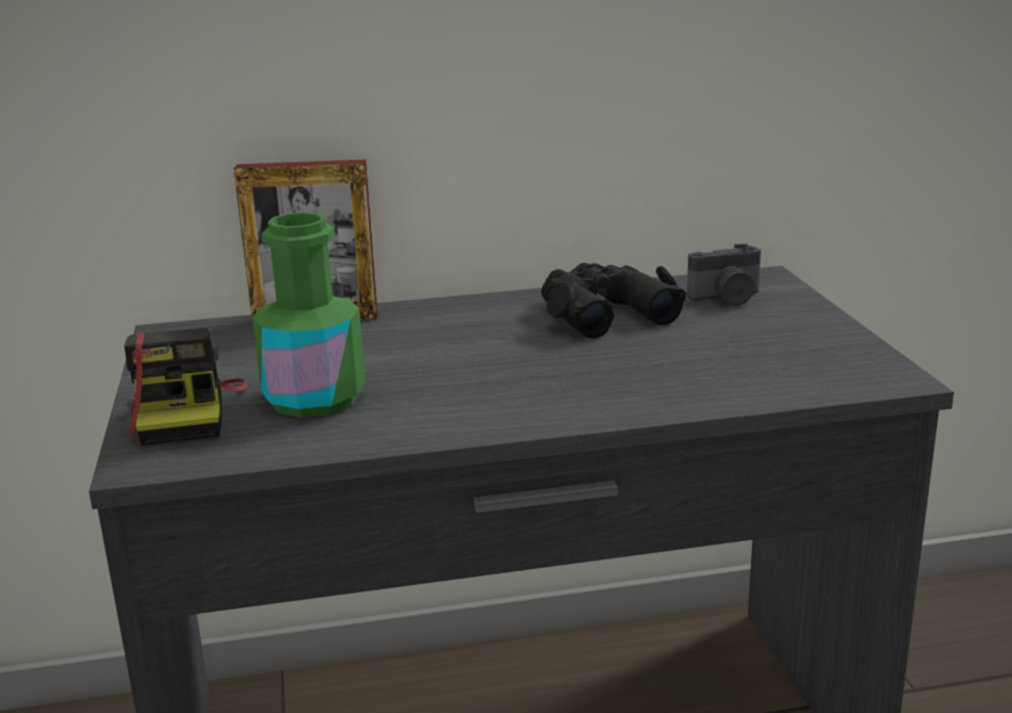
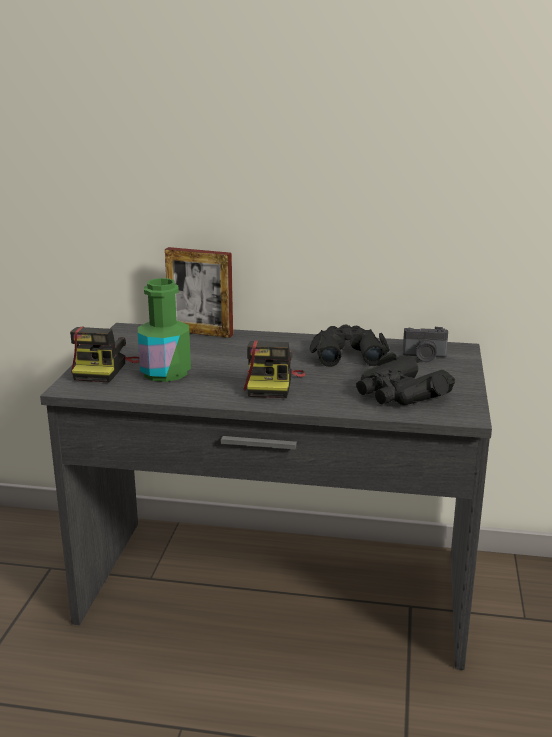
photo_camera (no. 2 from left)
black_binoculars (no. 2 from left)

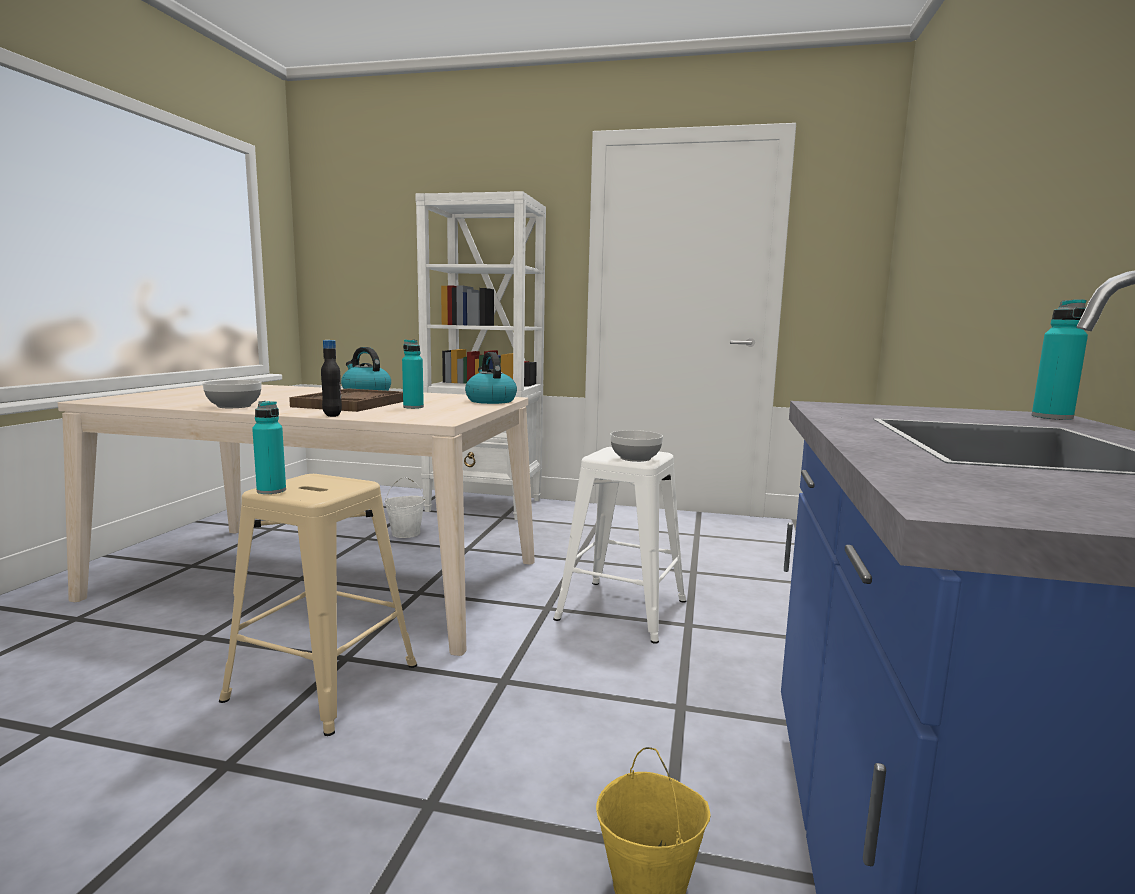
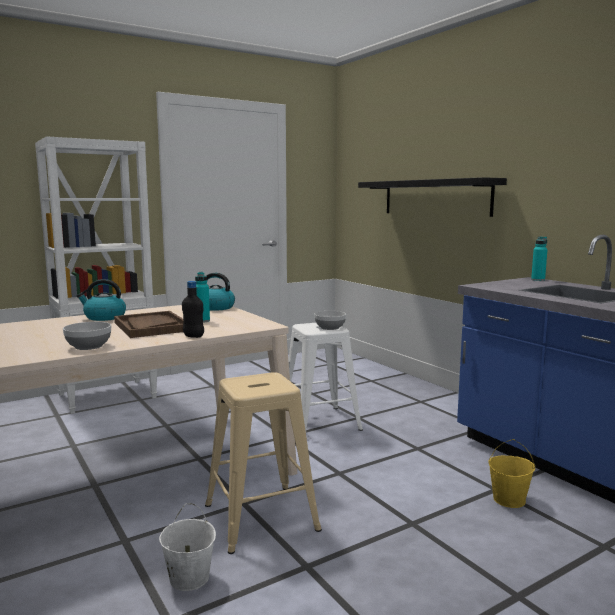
turquoise_bottle (no. 1 from left in the first image)
white_bucket
black_shelf

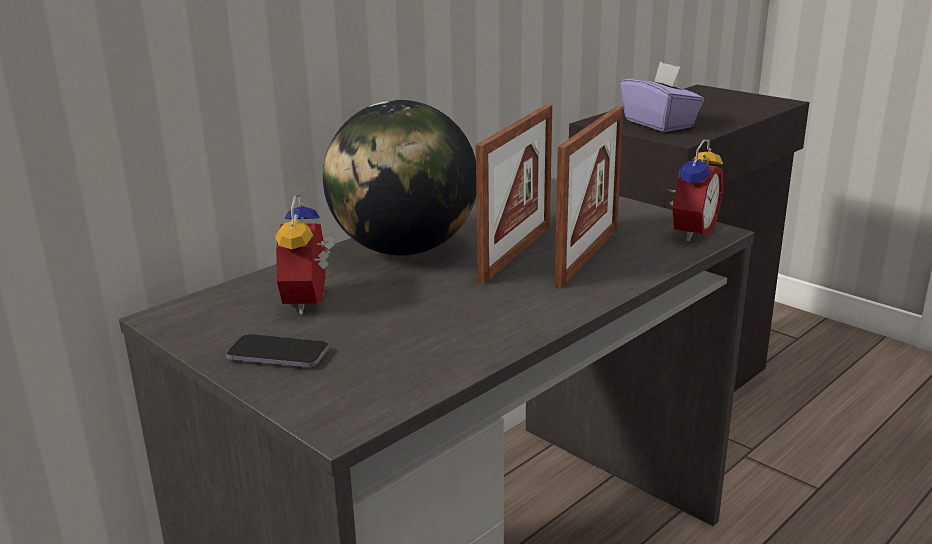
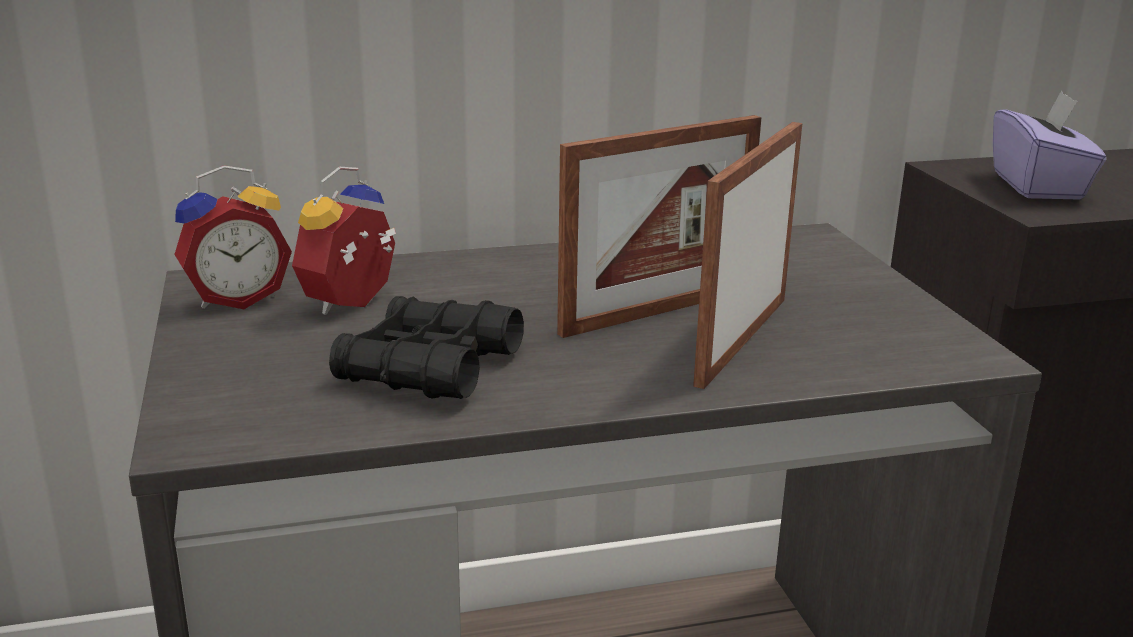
phone
globe
picture_frame (no. 2 from left)
alarm_clock (no. 1 from left)
black_binoculars

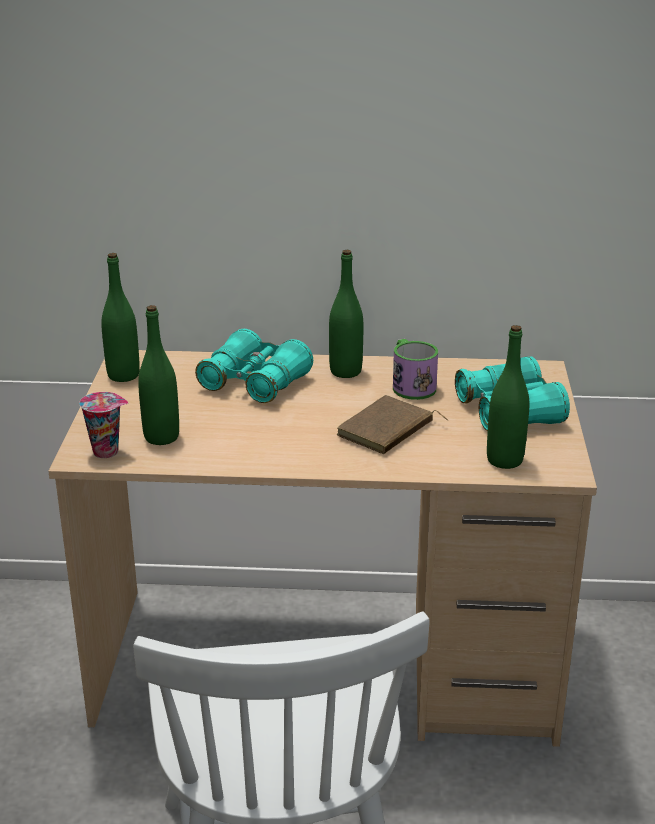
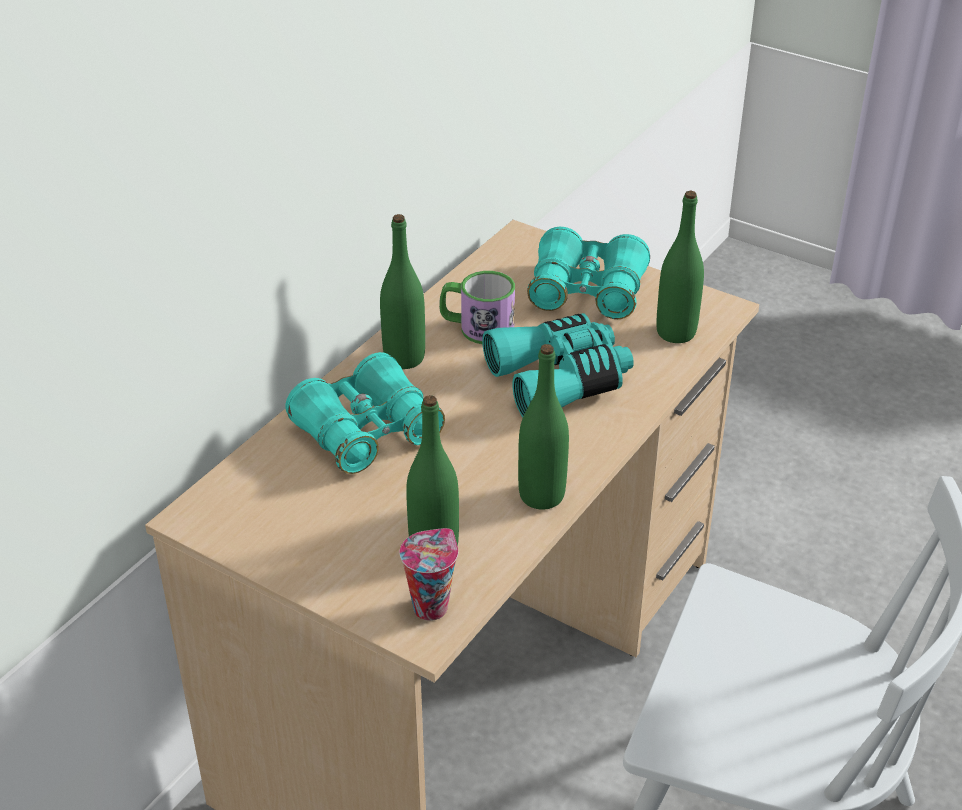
green_bottle (no. 3 from left)
turquoise_binoculars (no. 2 from left)

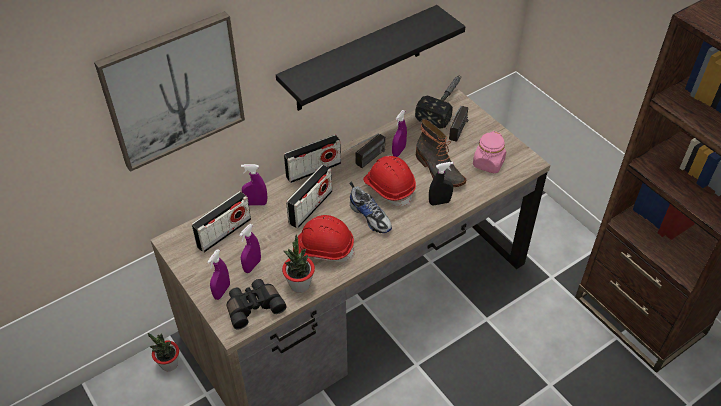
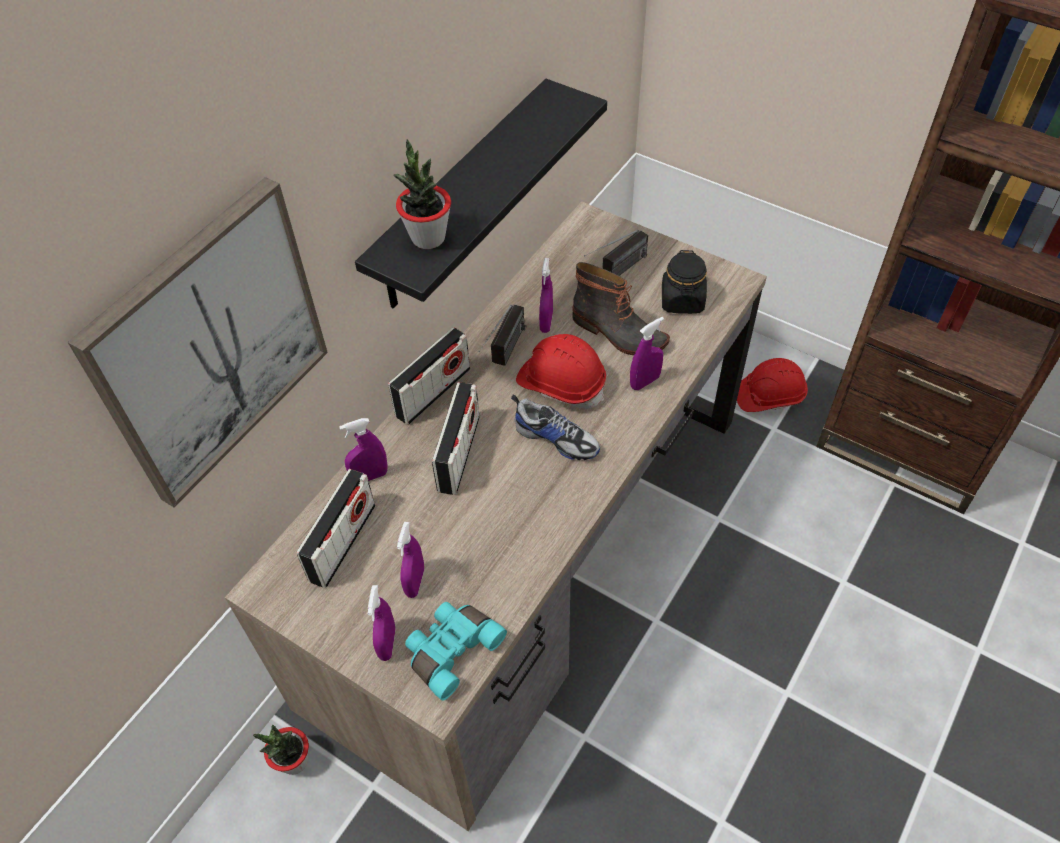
turquoise_binoculars
potted_plant (no. 2 from left)
red_hard_hat (no. 2 from left)
hammer
purple_spray_bottle (no. 5 from left)
radio (no. 5 from left)
black_jar

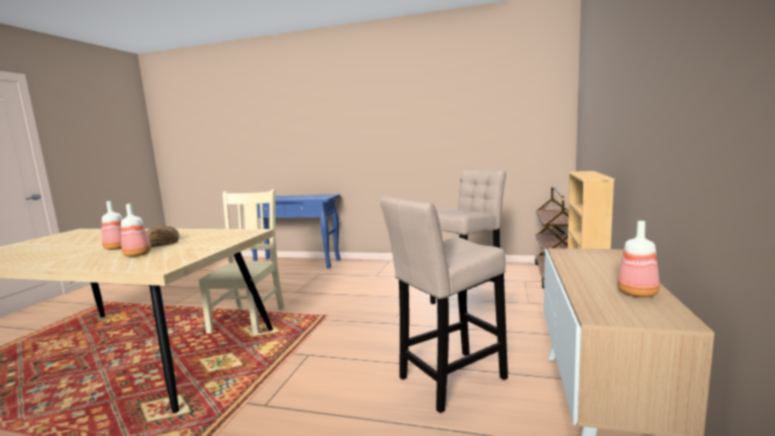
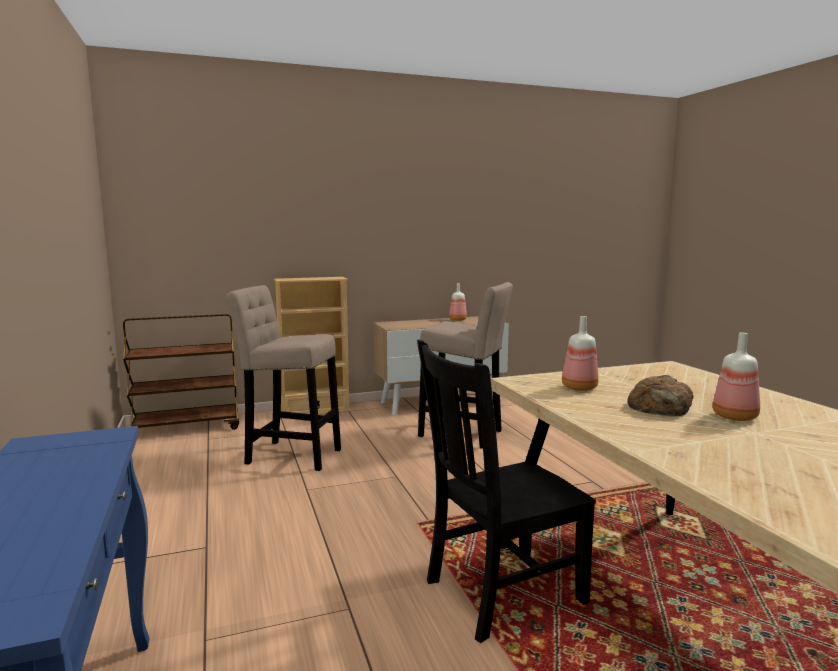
bottle (no. 2 from left)
black_chair

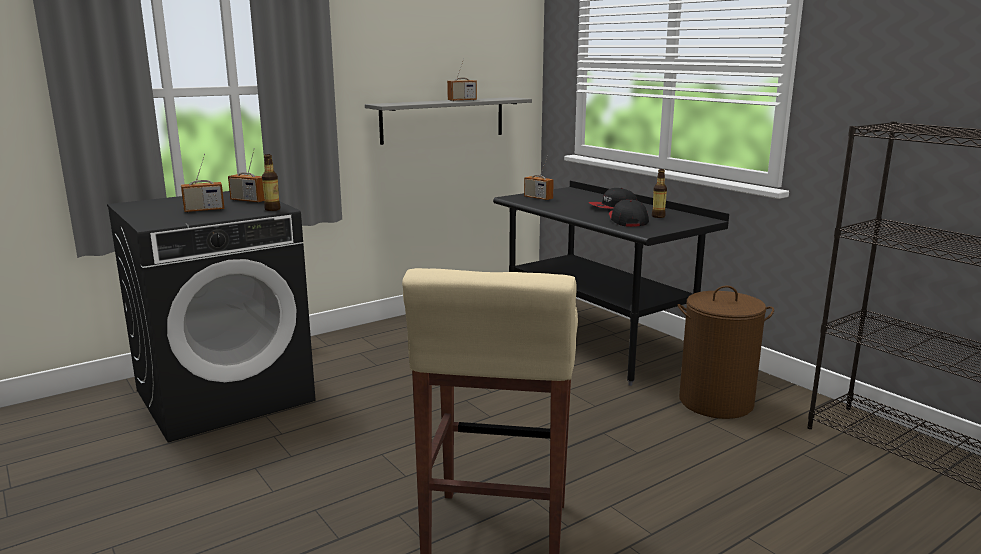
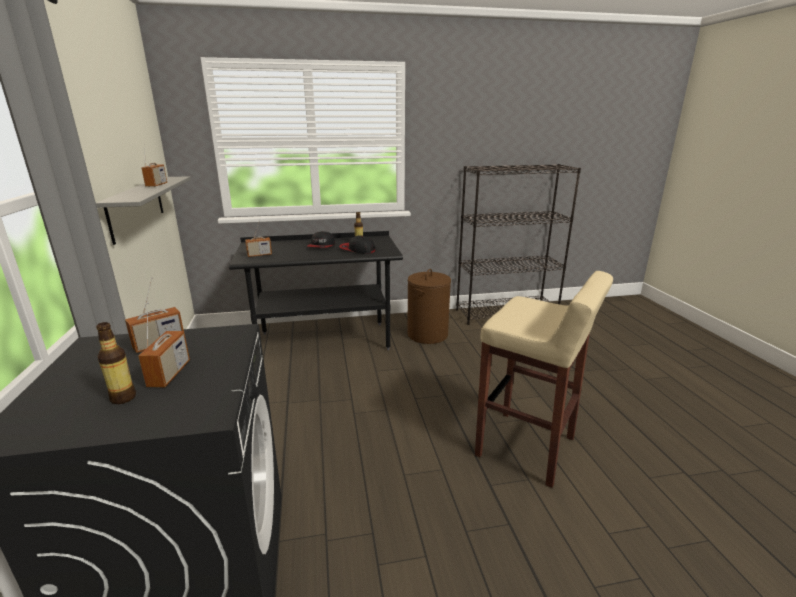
bottle (no. 1 from left)

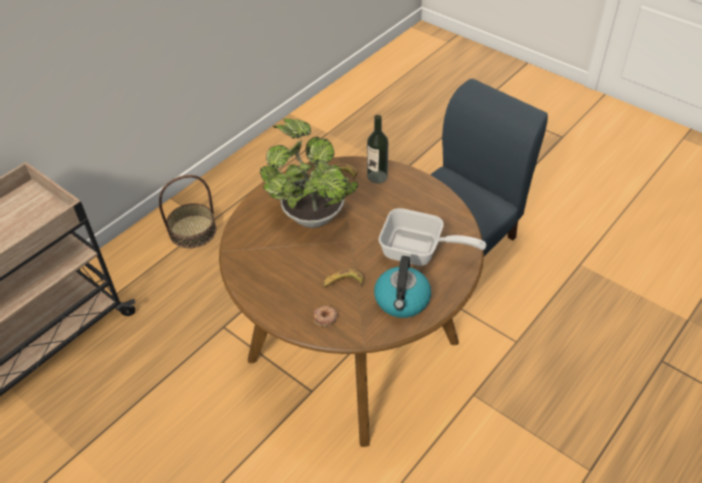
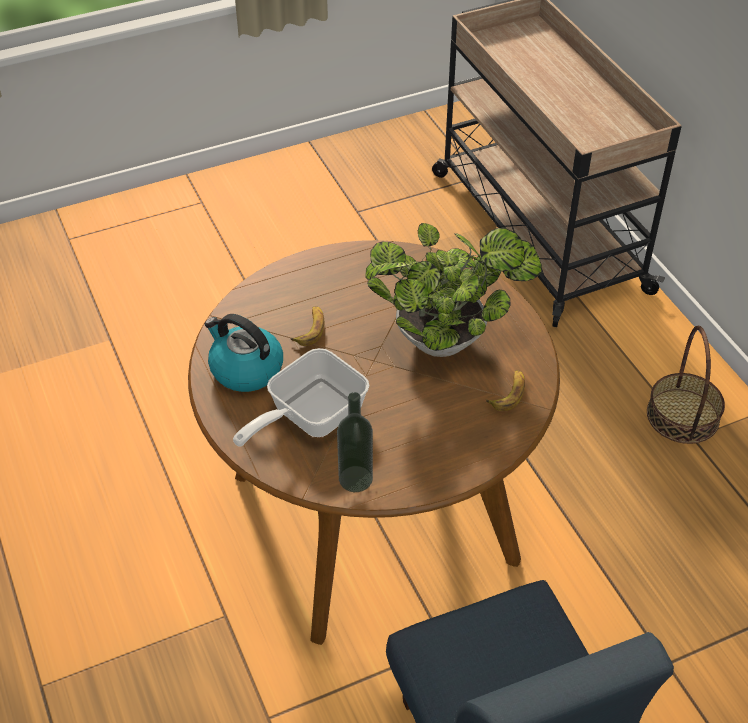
donut
bottle

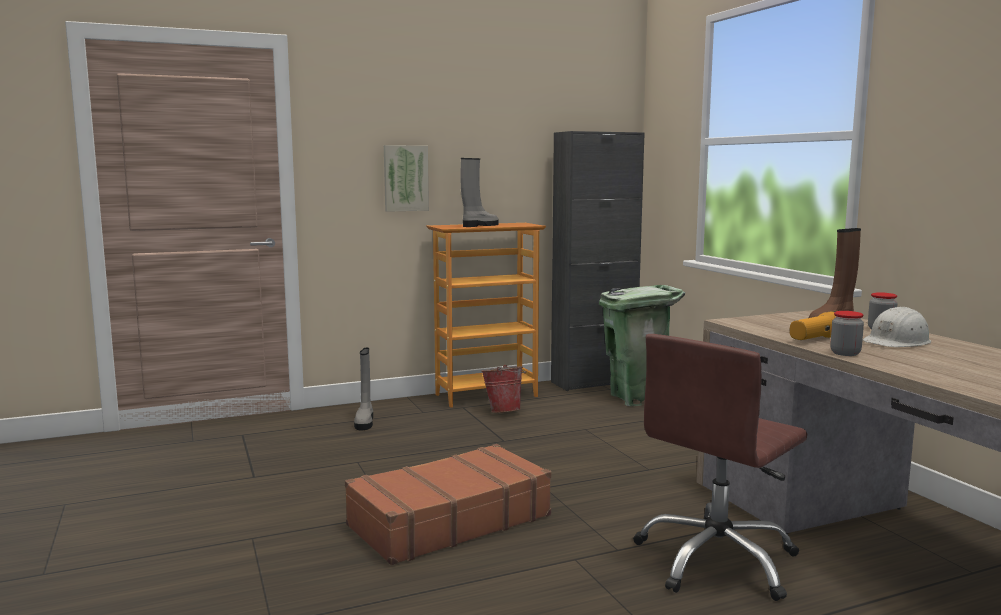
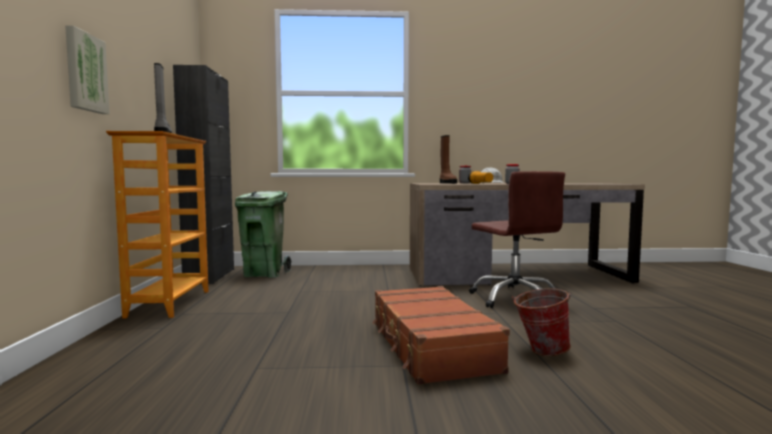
grey_boot (no. 1 from left in the first image)
bucket

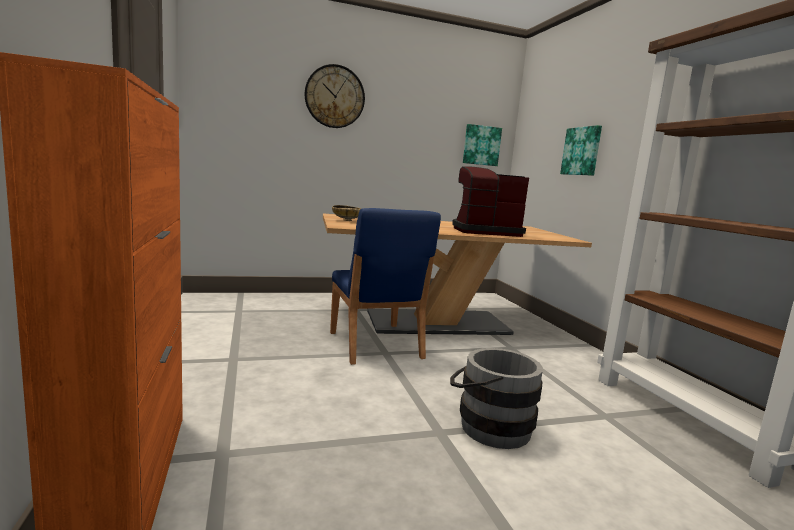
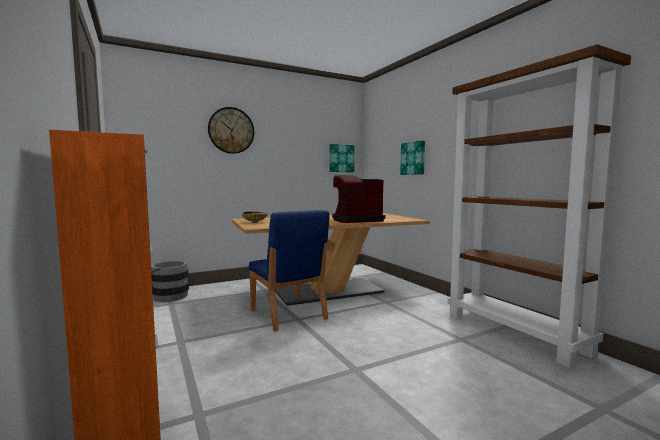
grey_bucket

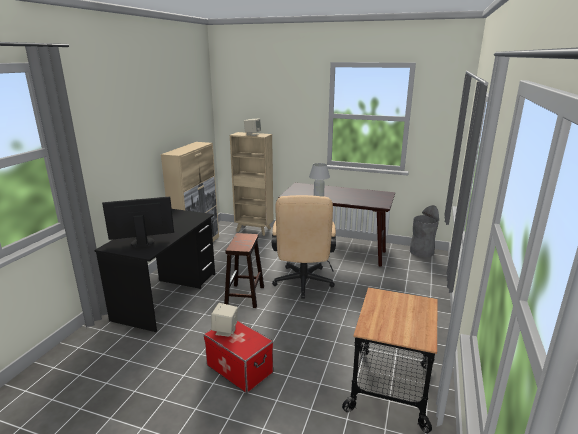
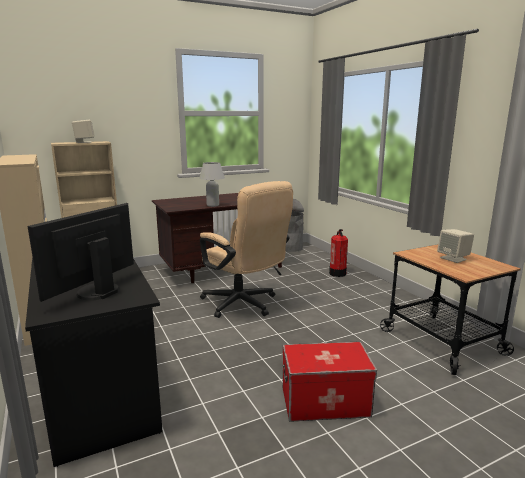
beige_speaker (no. 2 from left)
brown_stool
fire_extinguisher

